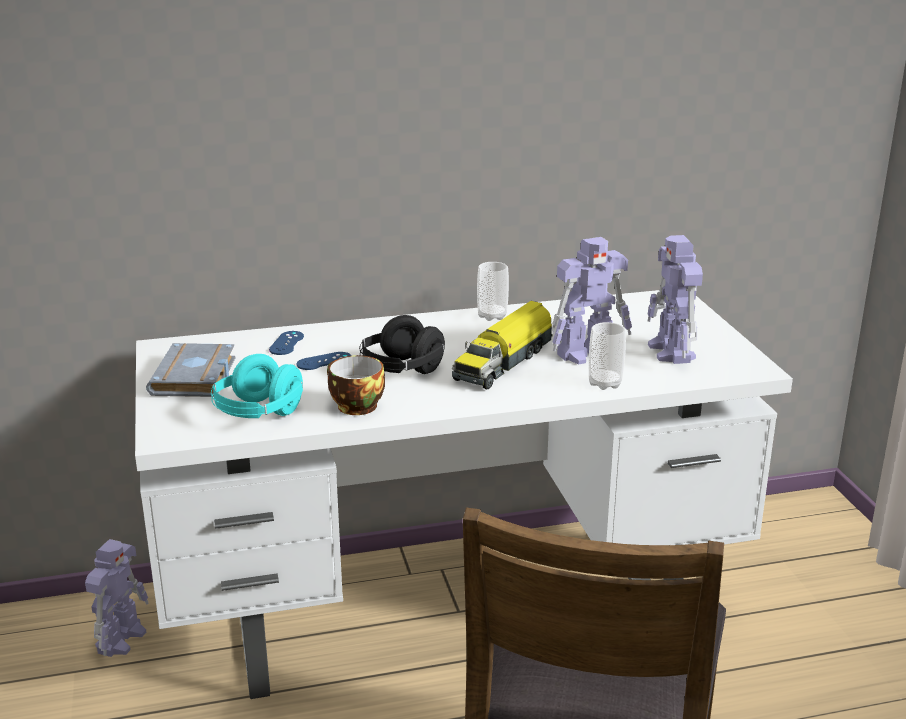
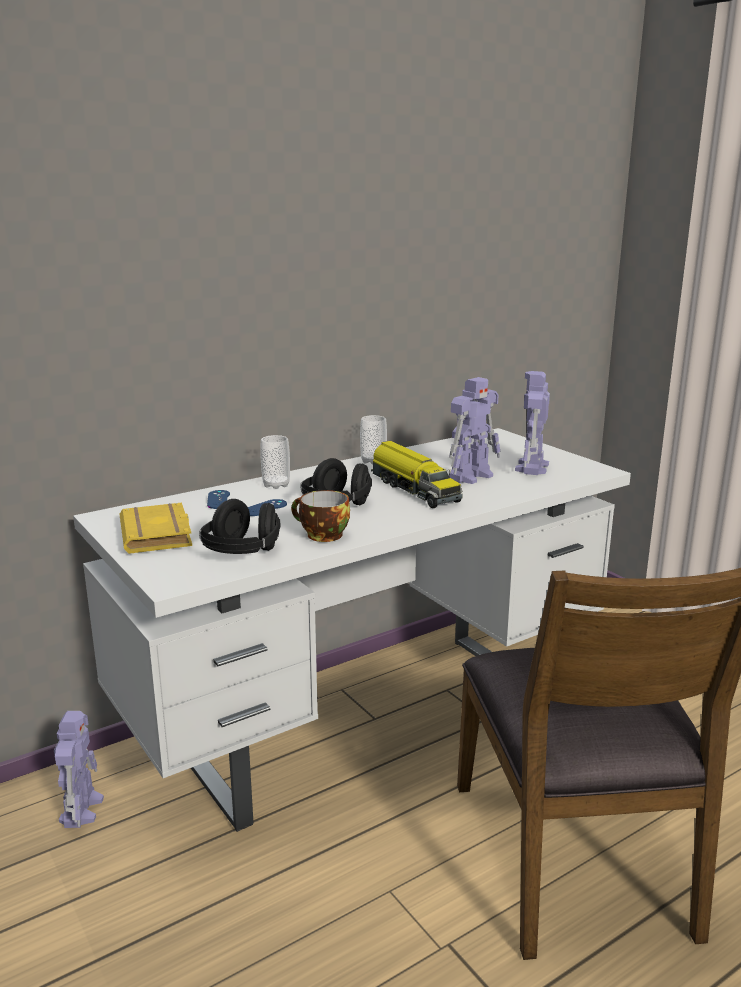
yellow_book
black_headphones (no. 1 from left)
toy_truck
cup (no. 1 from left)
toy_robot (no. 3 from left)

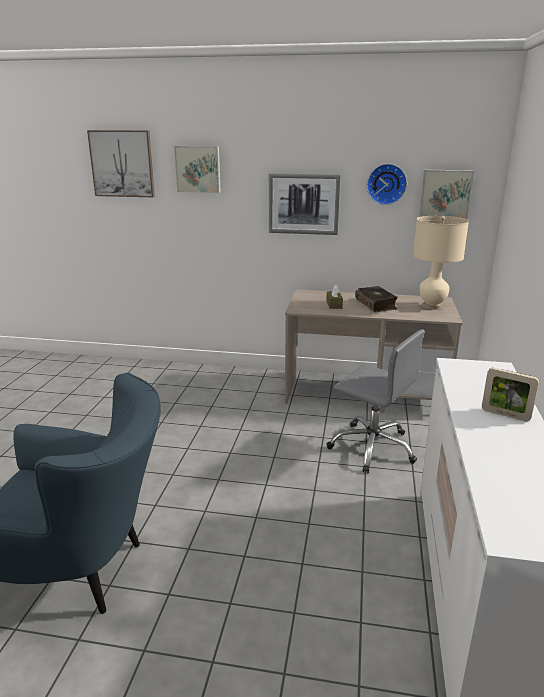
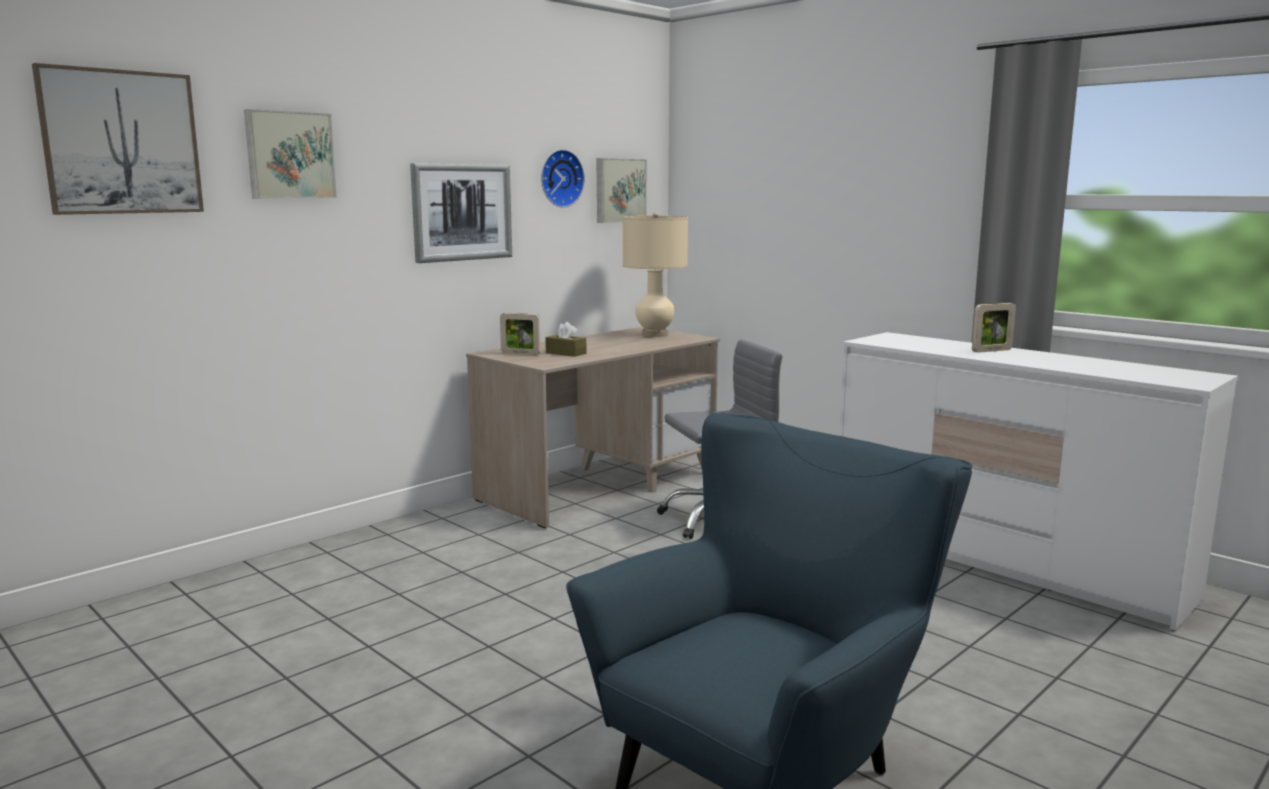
book
picture_frame (no. 1 from left)

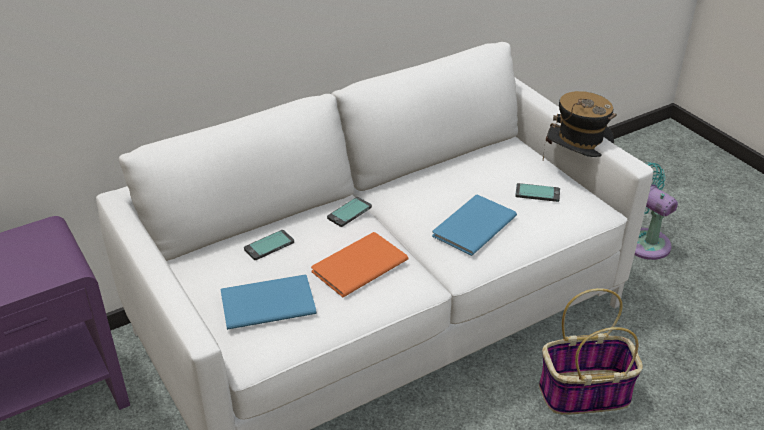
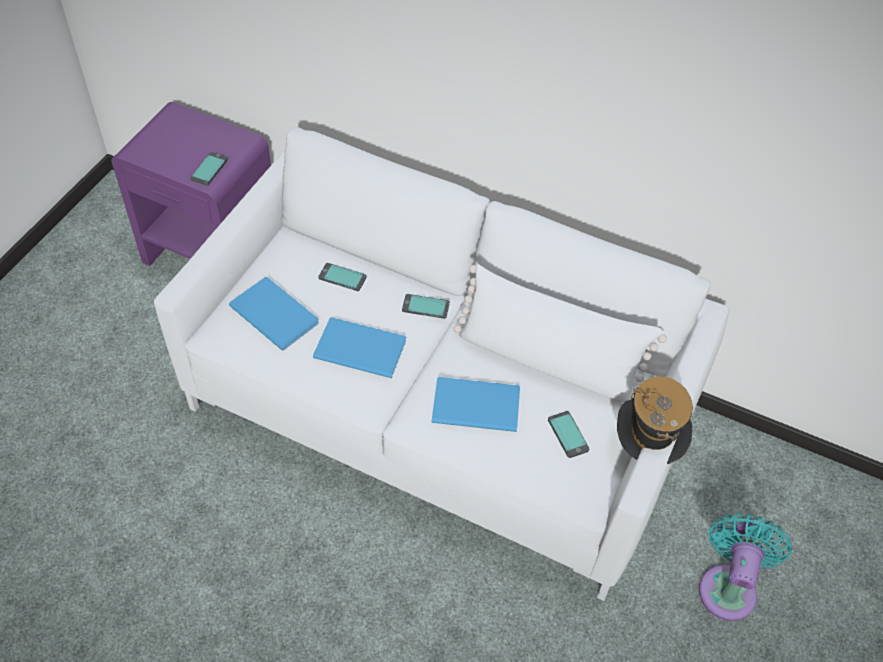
blue_book (no. 2 from left)
basket
phone (no. 1 from left)
white_pillow

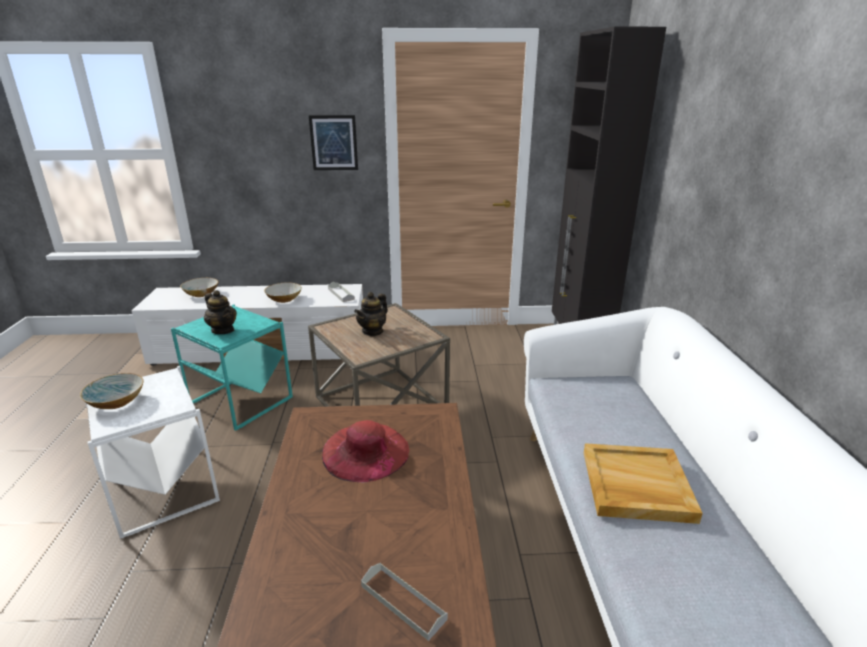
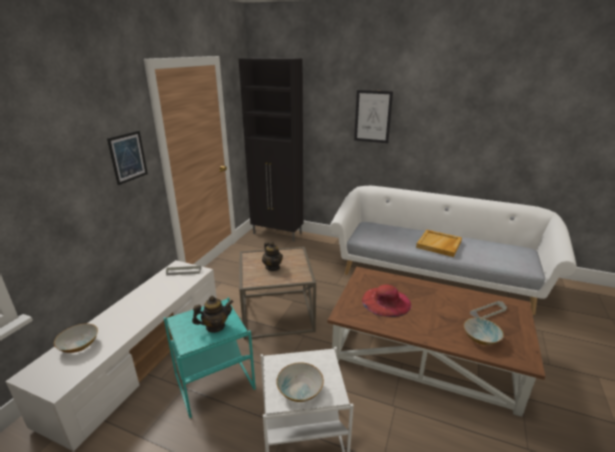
bowl (no. 3 from left)
picture (no. 2 from left)

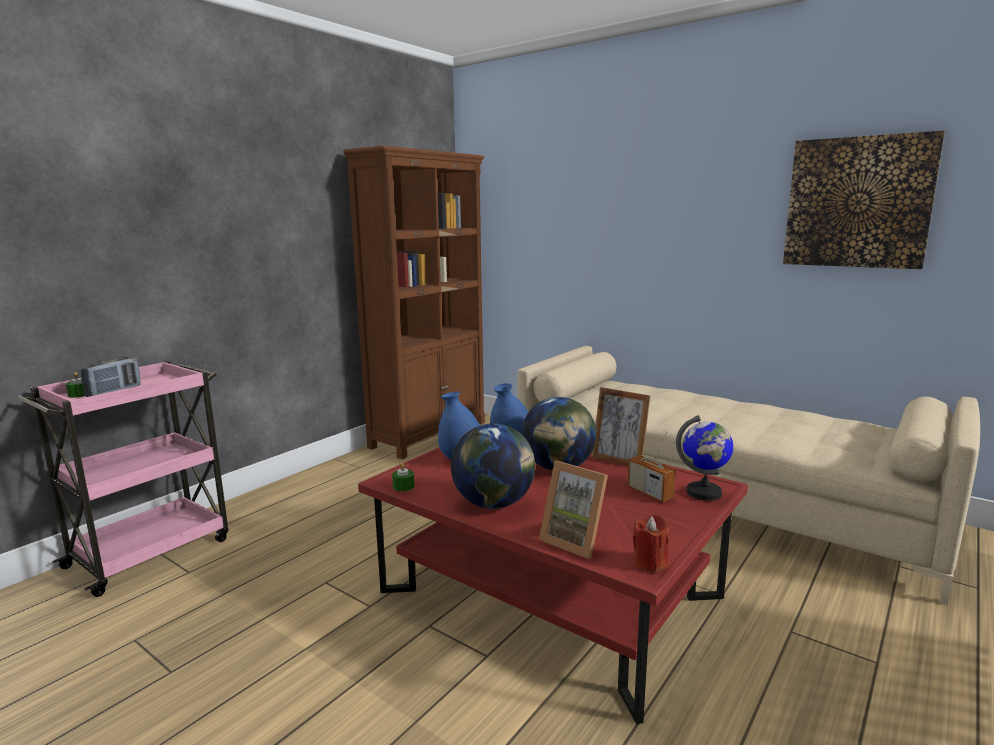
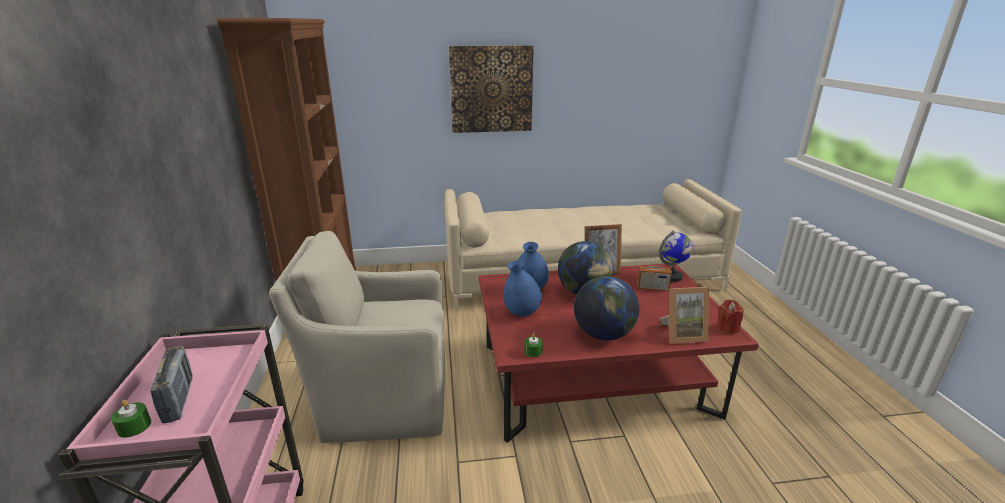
picture
beige_armchair

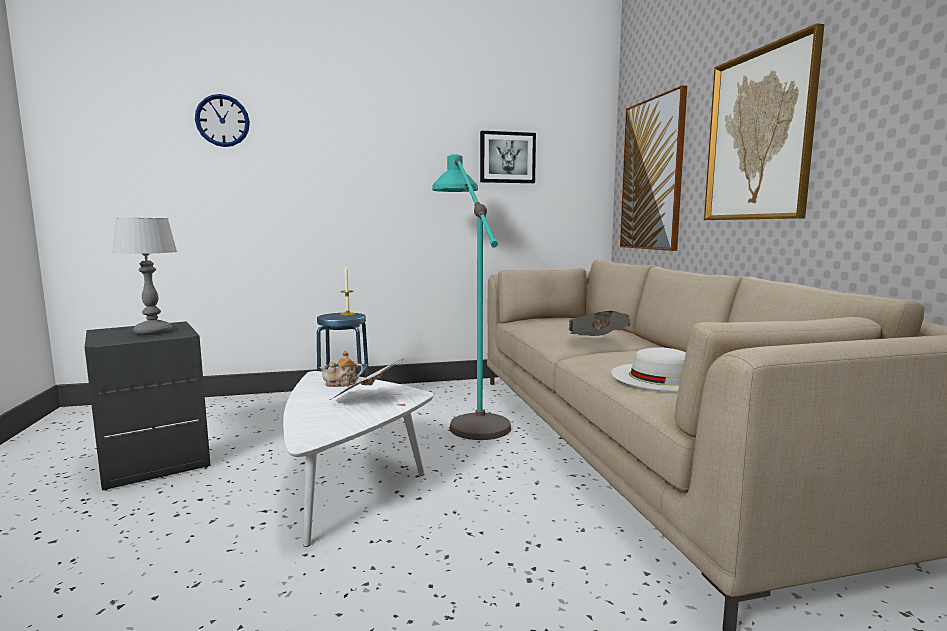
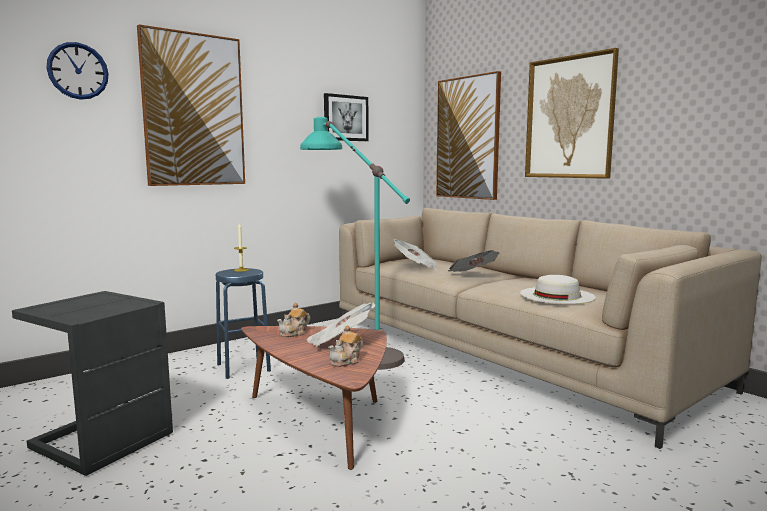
table_lamp
brown_coffee_table
picture (no. 1 from left)
teapot (no. 2 from left)
newspaper (no. 2 from left)

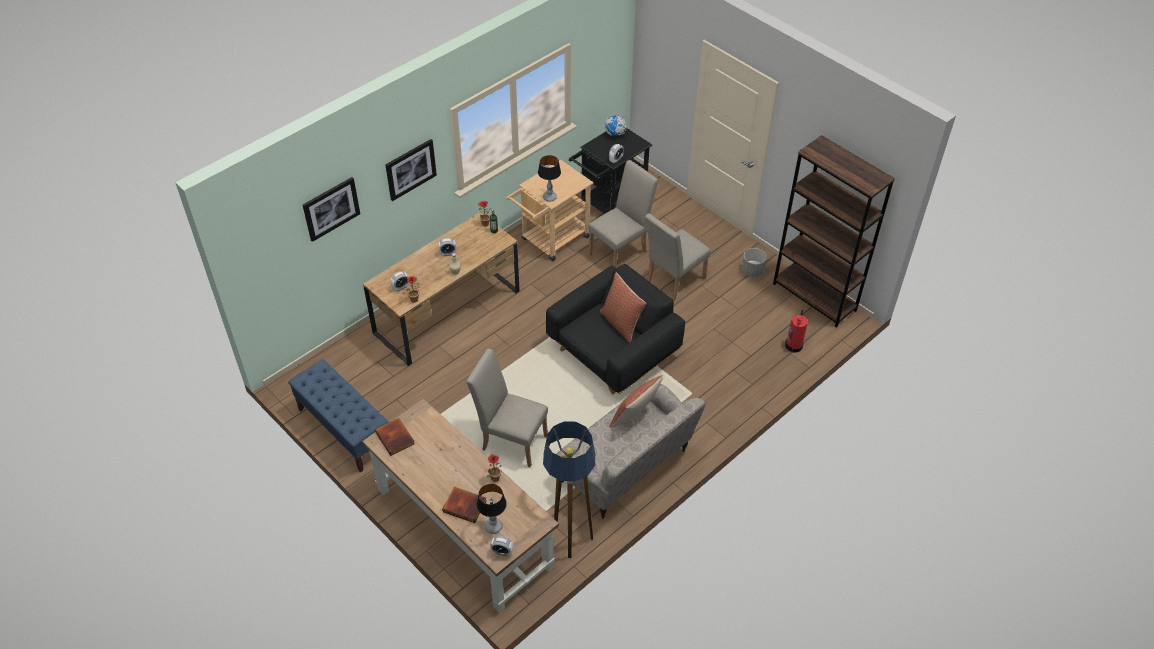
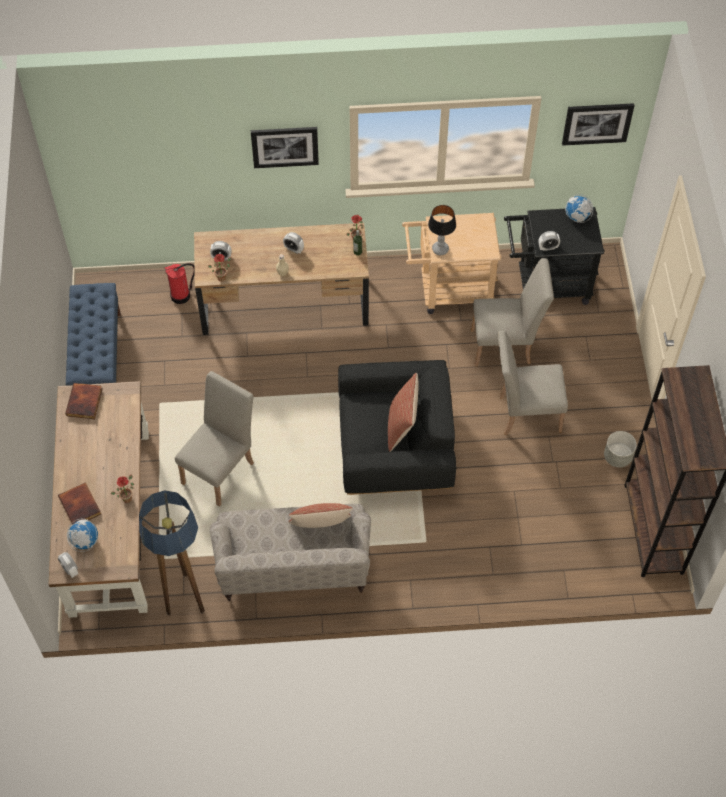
picture (no. 2 from left)
beige_chair (no. 1 from left)
globe (no. 1 from left)
fire_extinguisher

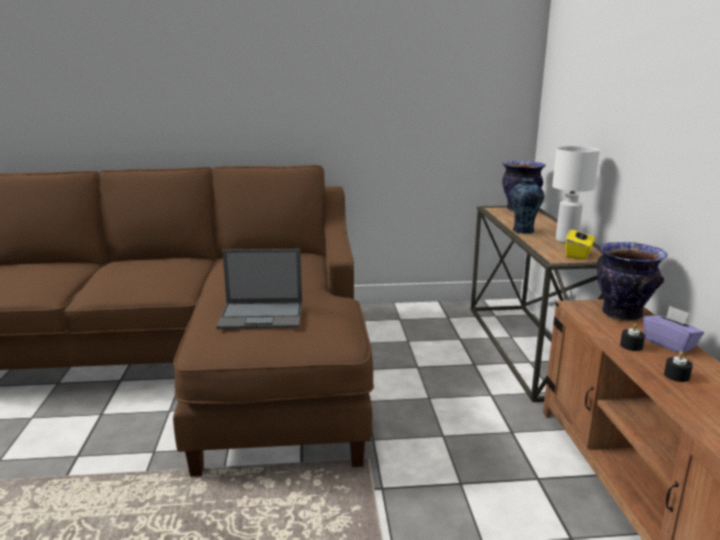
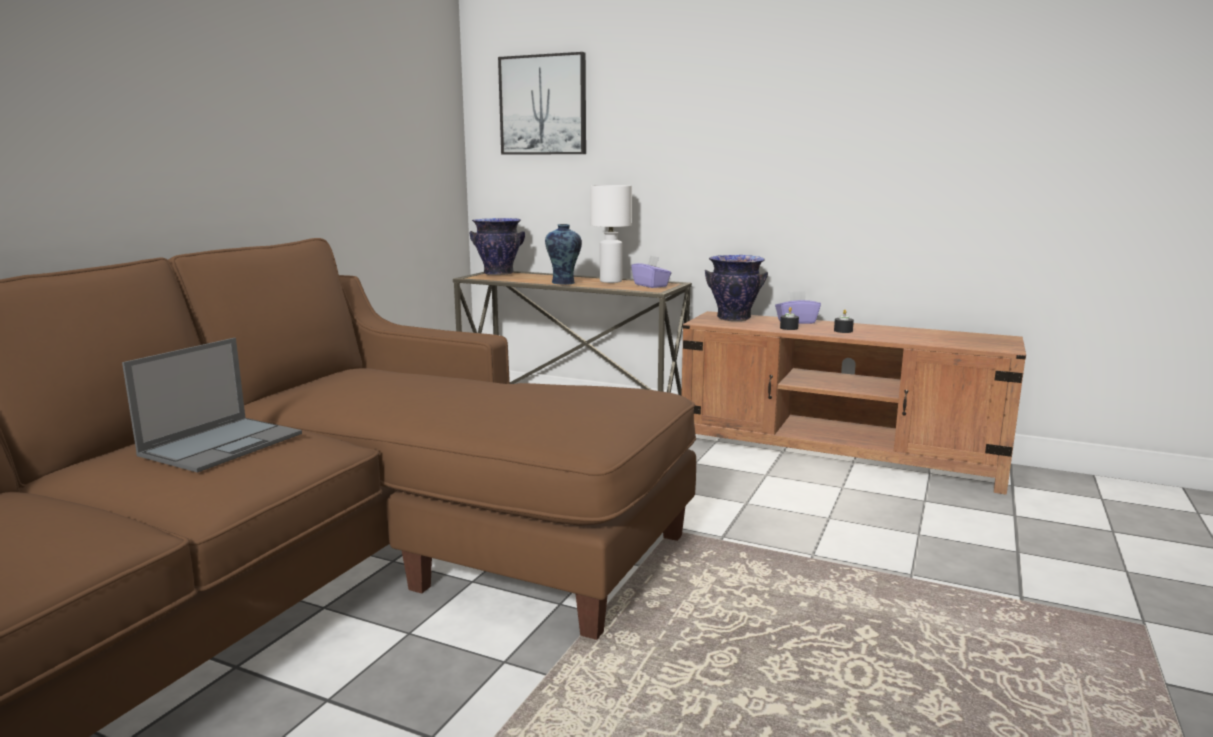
laptop
purple_tissue_box (no. 1 from left)
picture

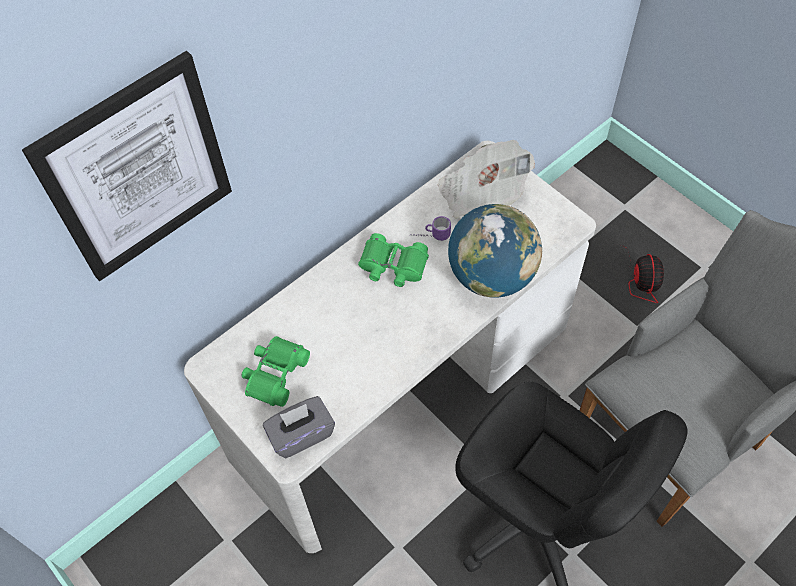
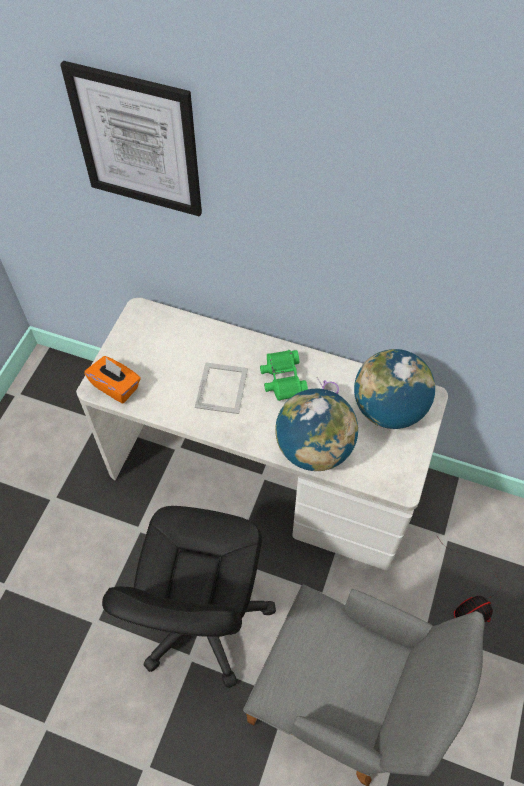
green_binoculars (no. 1 from left in the first image)
orange_tissue_box
globe (no. 2 from left)
picture_frame

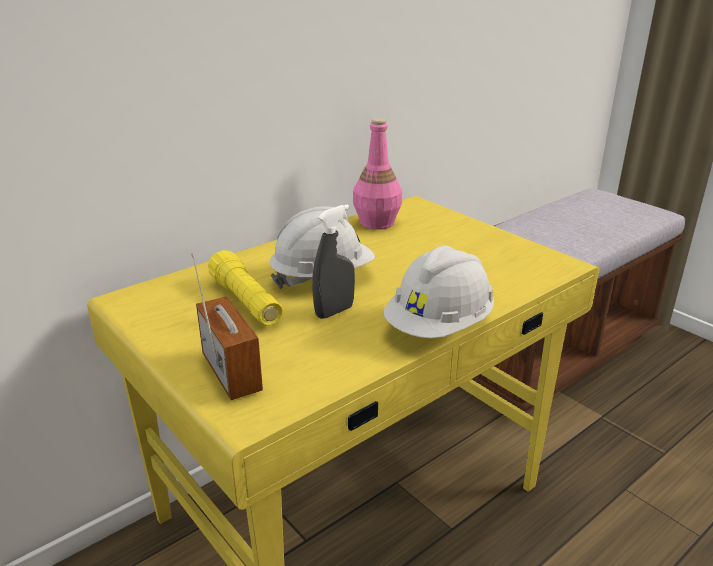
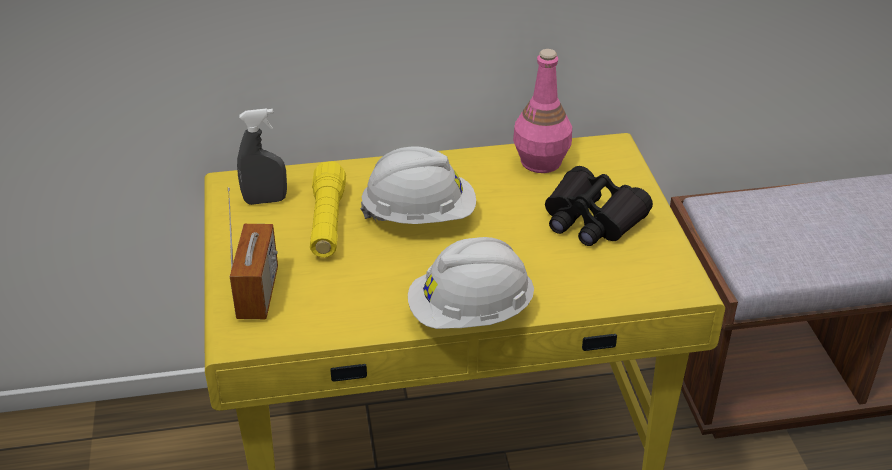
grey_spray_bottle
black_binoculars

